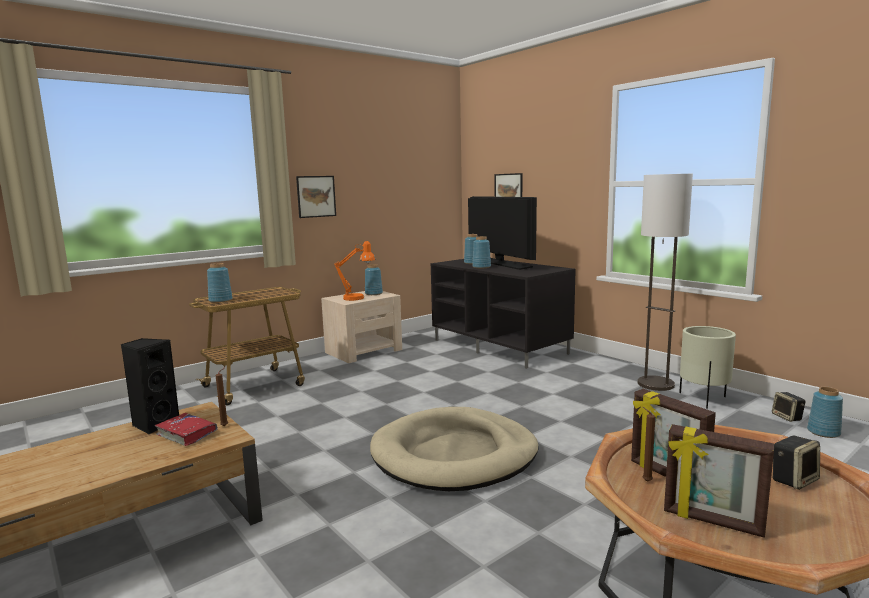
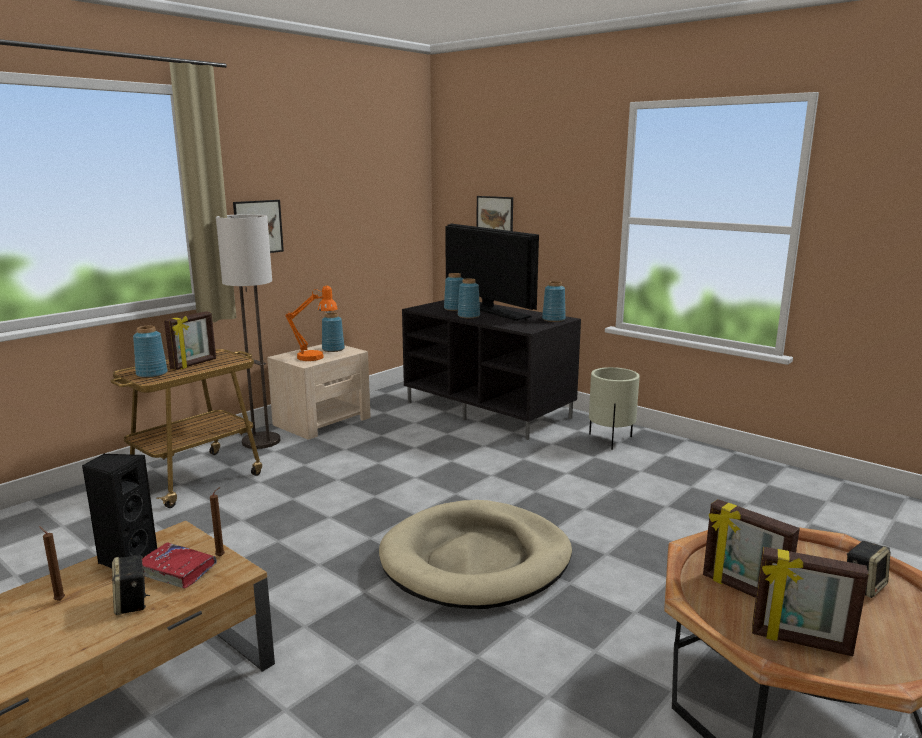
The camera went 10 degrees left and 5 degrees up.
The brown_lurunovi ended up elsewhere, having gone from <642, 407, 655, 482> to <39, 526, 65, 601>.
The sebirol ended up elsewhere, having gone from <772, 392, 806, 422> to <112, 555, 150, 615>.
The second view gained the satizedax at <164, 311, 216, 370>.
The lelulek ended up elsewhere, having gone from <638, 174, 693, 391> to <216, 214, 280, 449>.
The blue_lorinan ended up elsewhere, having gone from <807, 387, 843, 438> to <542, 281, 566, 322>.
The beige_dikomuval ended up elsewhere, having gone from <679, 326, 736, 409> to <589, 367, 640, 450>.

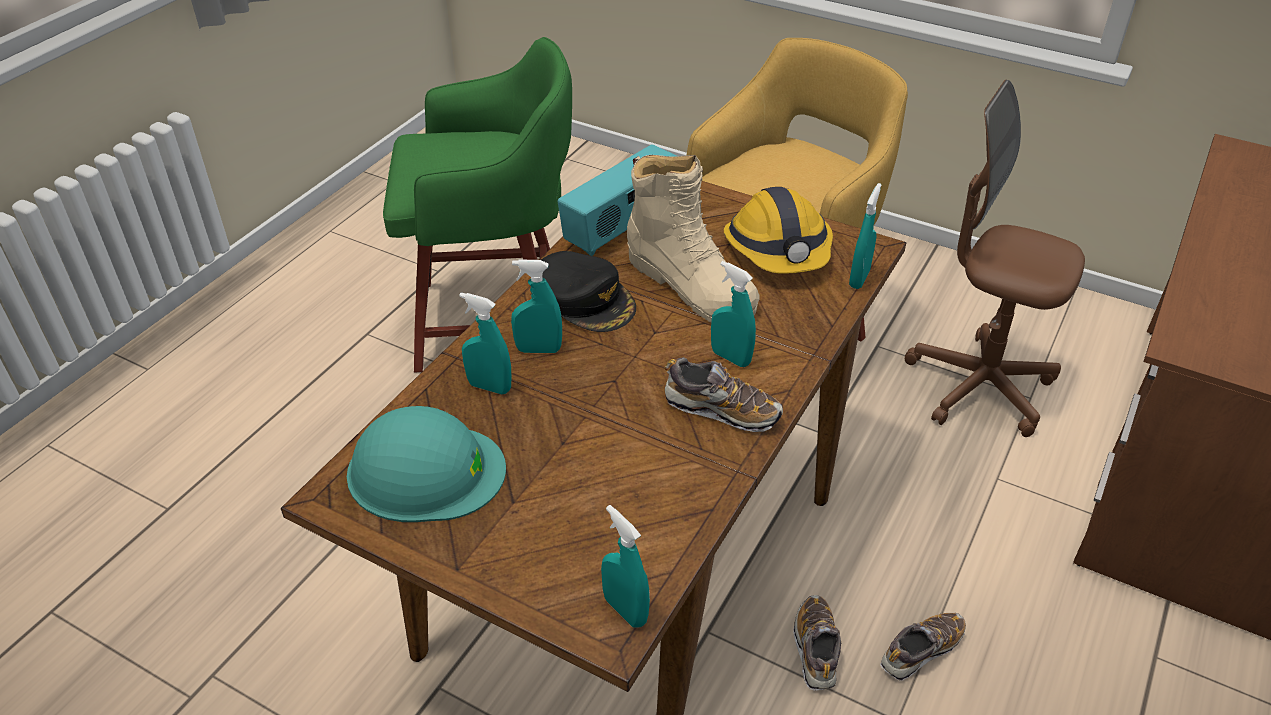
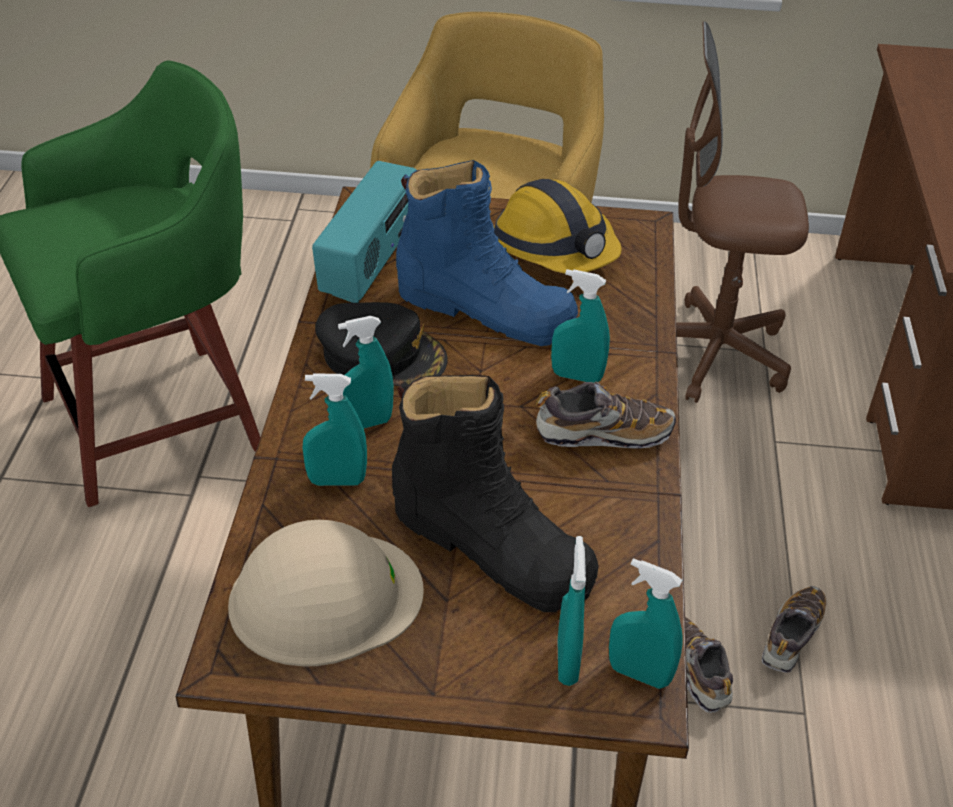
The camera went 25 degrees left and 0 degrees up.
What was the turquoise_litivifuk at <347, 406, 506, 522> turned into the beige_litivifuk at <228, 520, 424, 667>.
The second view gained the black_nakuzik at <392, 375, 599, 612>.
What was the beige_nakuzik at <627, 155, 759, 323> turned into the blue_nakuzik at <396, 160, 578, 346>.
The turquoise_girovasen ended up elsewhere, having gone from <849, 183, 881, 289> to <558, 536, 586, 686>.

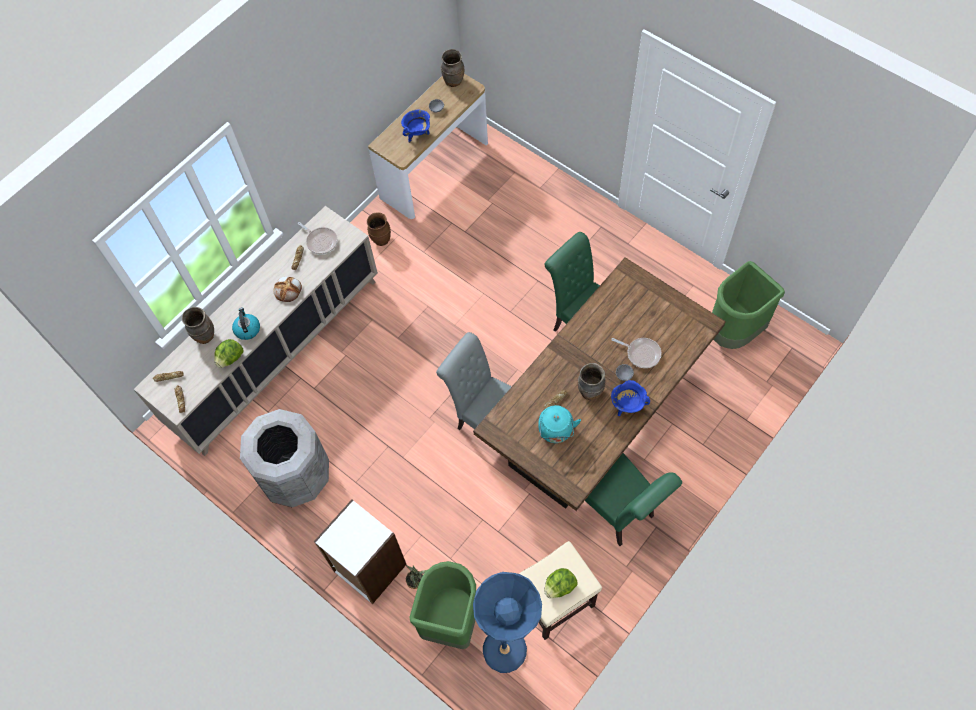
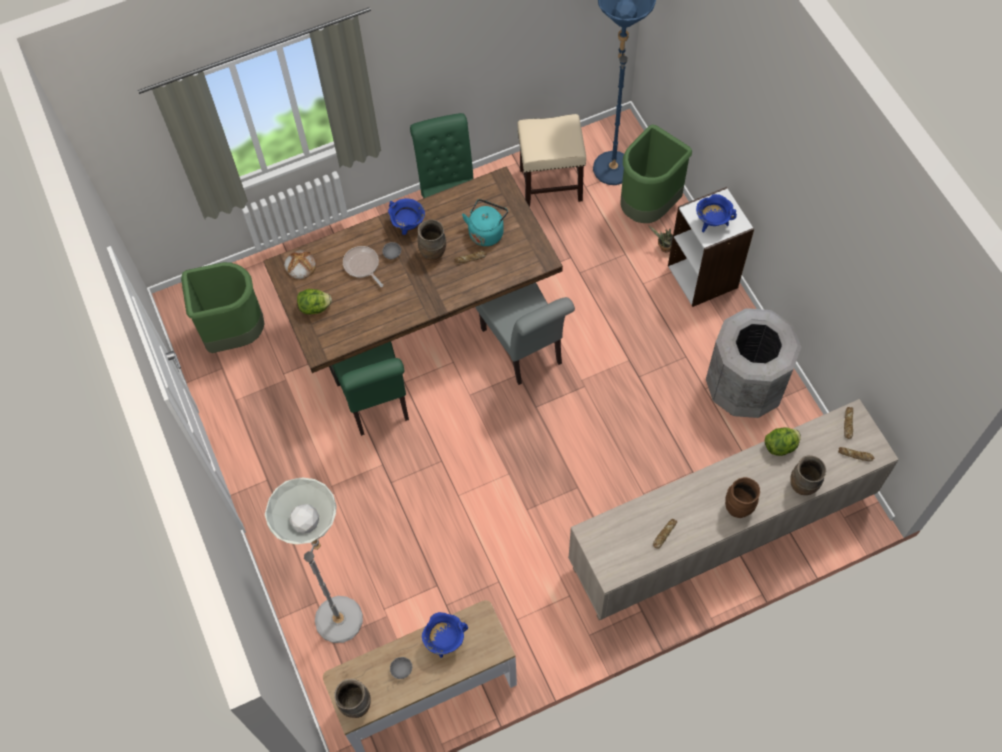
The camera went 155 degrees left and 0 degrees up.
The second view gained the grey_lelulek at <265, 477, 363, 643>.
The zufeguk ended up elsewhere, having gone from <273, 277, 302, 302> to <284, 250, 316, 279>.
The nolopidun ended up elsewhere, having gone from <545, 568, 577, 598> to <297, 289, 332, 314>.
The second view gained the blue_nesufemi at <696, 194, 737, 232>.
The brown_lorinan ended up elsewhere, having gone from <367, 212, 391, 246> to <725, 477, 760, 518>.
The second view lost the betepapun at <232, 307, 260, 340>.
The second view lost the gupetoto at <298, 222, 337, 254>.

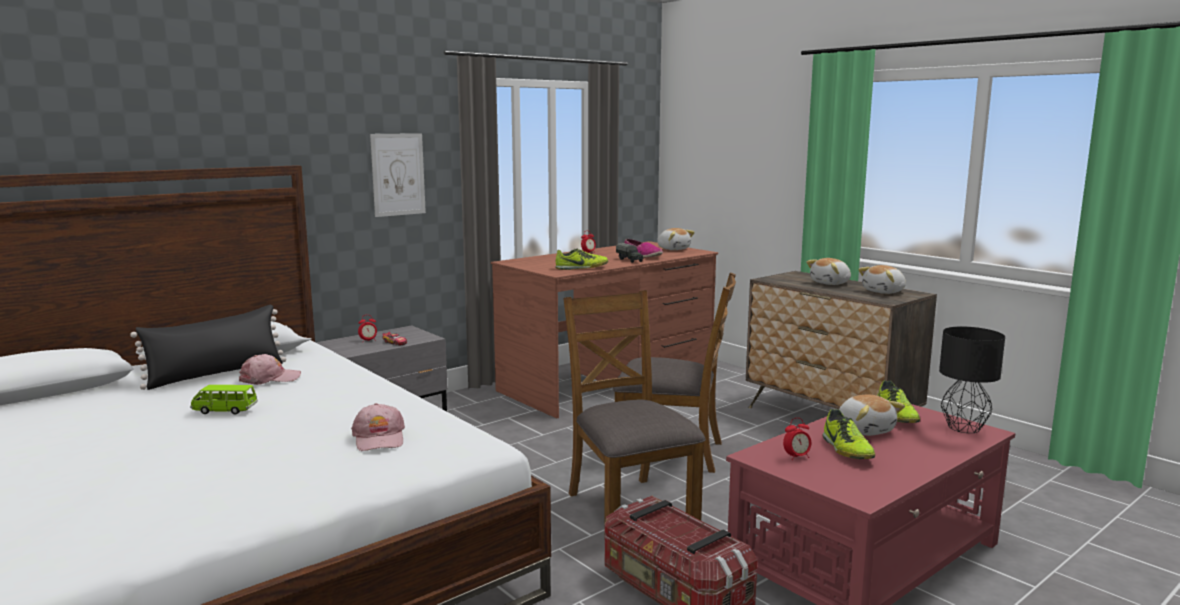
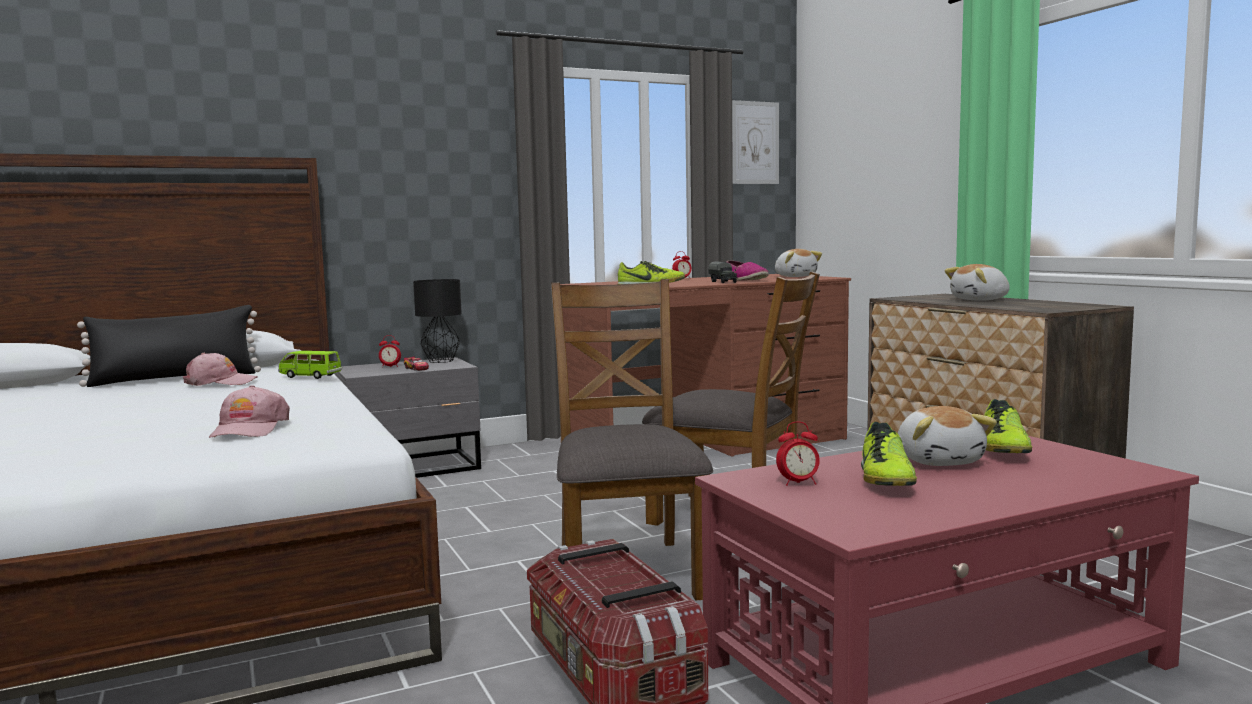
The camera went 15 degrees right and 5 degrees down.
The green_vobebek ended up elsewhere, having gone from <190, 385, 258, 415> to <278, 351, 342, 379>.
The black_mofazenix ended up elsewhere, having gone from <939, 327, 1005, 433> to <413, 279, 462, 363>.
The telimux ended up elsewhere, having gone from <370, 133, 426, 217> to <732, 100, 779, 184>.
The second view lost the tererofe at <858, 265, 906, 294>.

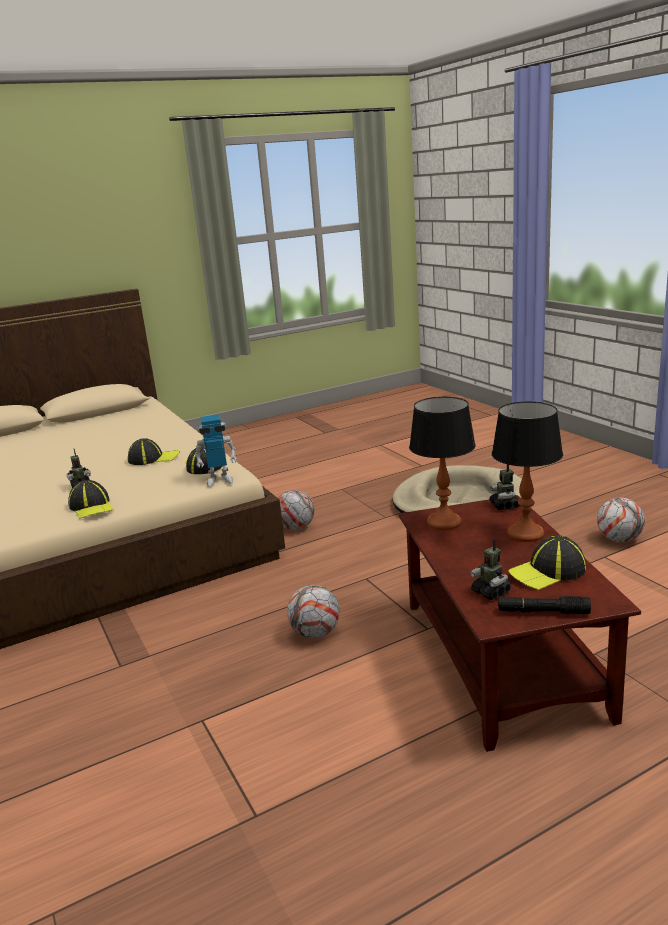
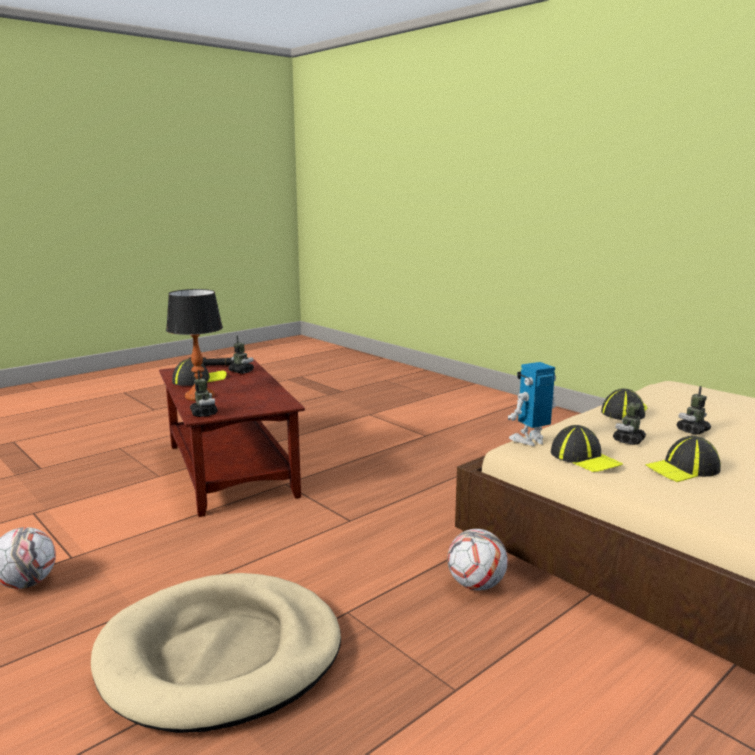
The camera went 165 degrees right and 5 degrees down.
The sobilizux at <68, 480, 114, 519> ended up facing another way, 75 degrees clockwise from before.
The second view gained the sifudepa at <613, 394, 646, 445>.
The second view lost the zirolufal at <287, 585, 340, 638>.
The second view lost the mofazenix at <409, 397, 476, 530>.

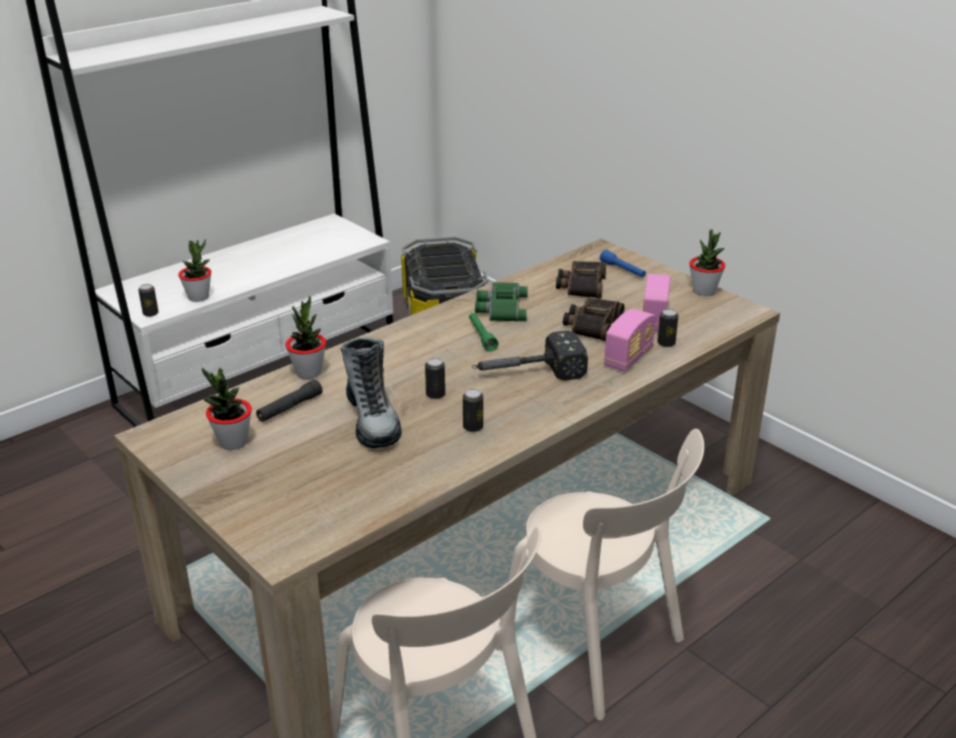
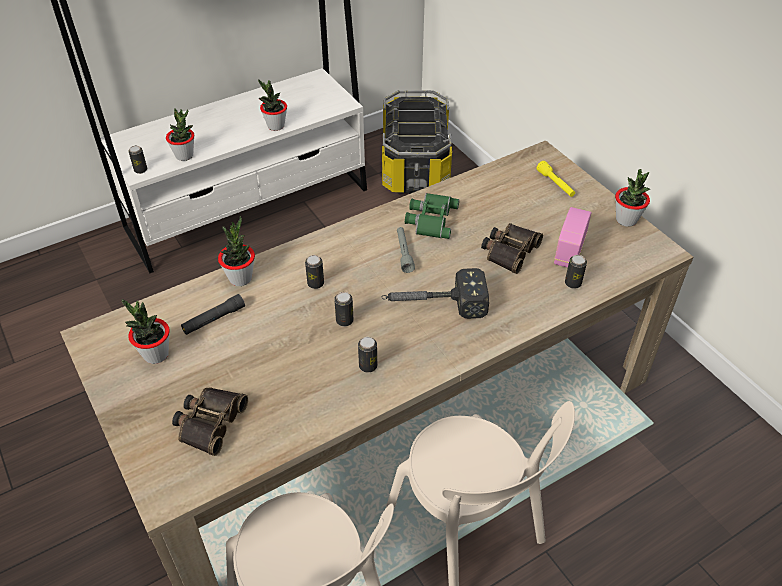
The camera went 10 degrees right and 15 degrees up.
The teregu ended up elsewhere, having gone from <556, 261, 606, 299> to <172, 387, 248, 456>.
The second view gained the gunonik at <258, 79, 287, 131>.
The second view gained the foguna at <305, 255, 324, 289>.
What was the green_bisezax at <469, 313, 498, 351> turned into the grey_bisezax at <397, 227, 415, 273>.
What was the blue_bisezax at <600, 250, 646, 278> turned into the yellow_bisezax at <537, 161, 575, 197>.
The second view lost the nakuzik at <341, 337, 402, 448>.
The second view lost the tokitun at <604, 309, 656, 371>.

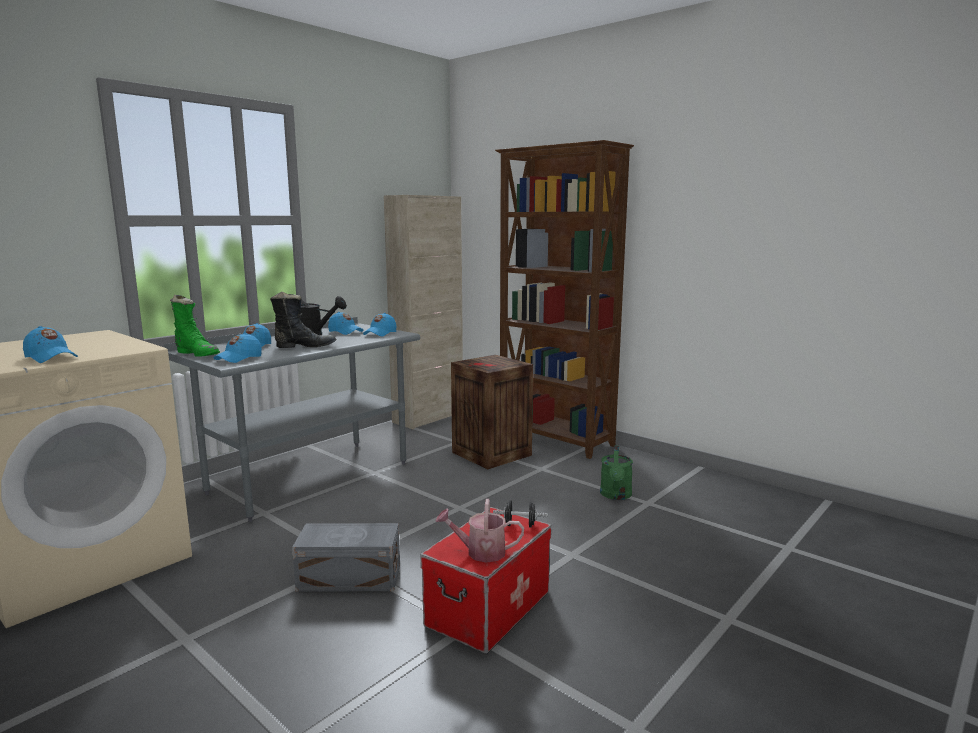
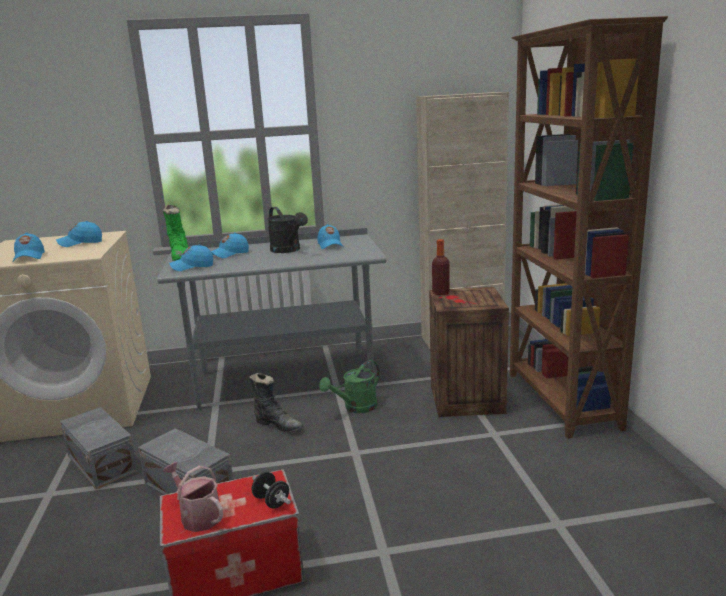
The camera went 40 degrees right and 5 degrees up.
The blue_sobilizux ended up elsewhere, having gone from <363, 313, 396, 337> to <56, 221, 102, 247>.
The second view gained the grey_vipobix at <60, 407, 138, 489>.
The black_nakuzik ended up elsewhere, having gone from <270, 292, 336, 348> to <249, 373, 303, 432>.
The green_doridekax ended up elsewhere, having gone from <600, 445, 633, 500> to <319, 360, 380, 413>.
The second view gained the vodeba at <432, 239, 450, 295>.

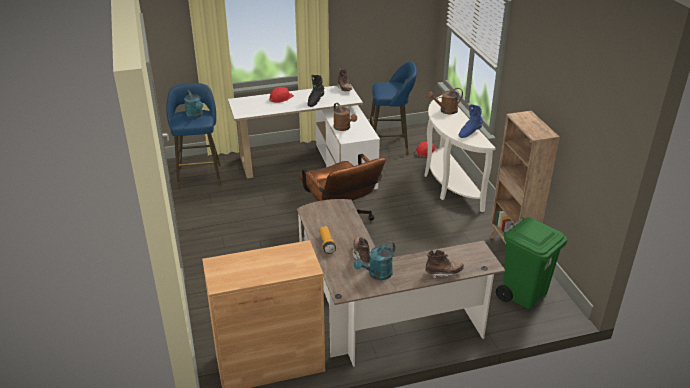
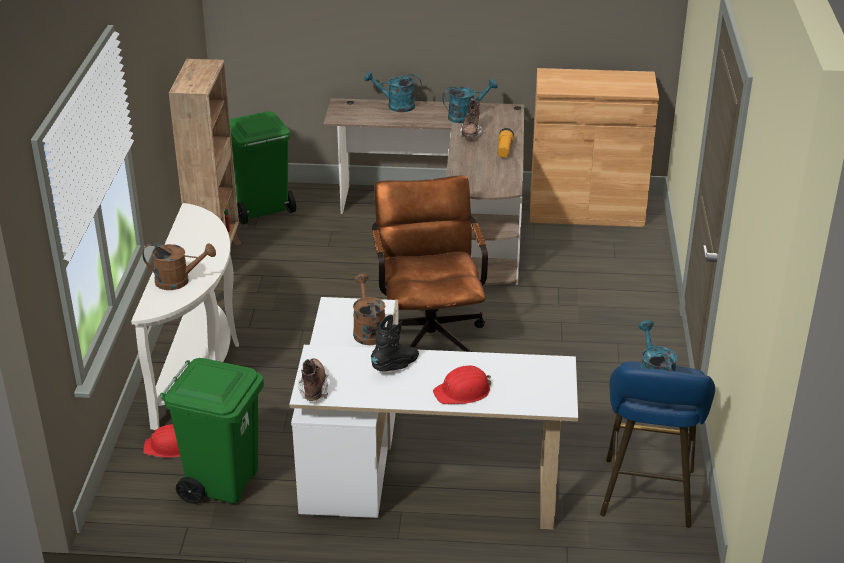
The camera went 160 degrees left and 0 degrees up.
Where the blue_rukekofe stood at <370, 62, 417, 155>, the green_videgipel came to stand at <160, 358, 264, 504>.
Where the brown_nakuzik stood at <425, 250, 464, 279>, the turquoise_doridekax came to stand at <364, 71, 422, 112>.
The second view lost the blue_nakuzik at <458, 104, 483, 138>.

